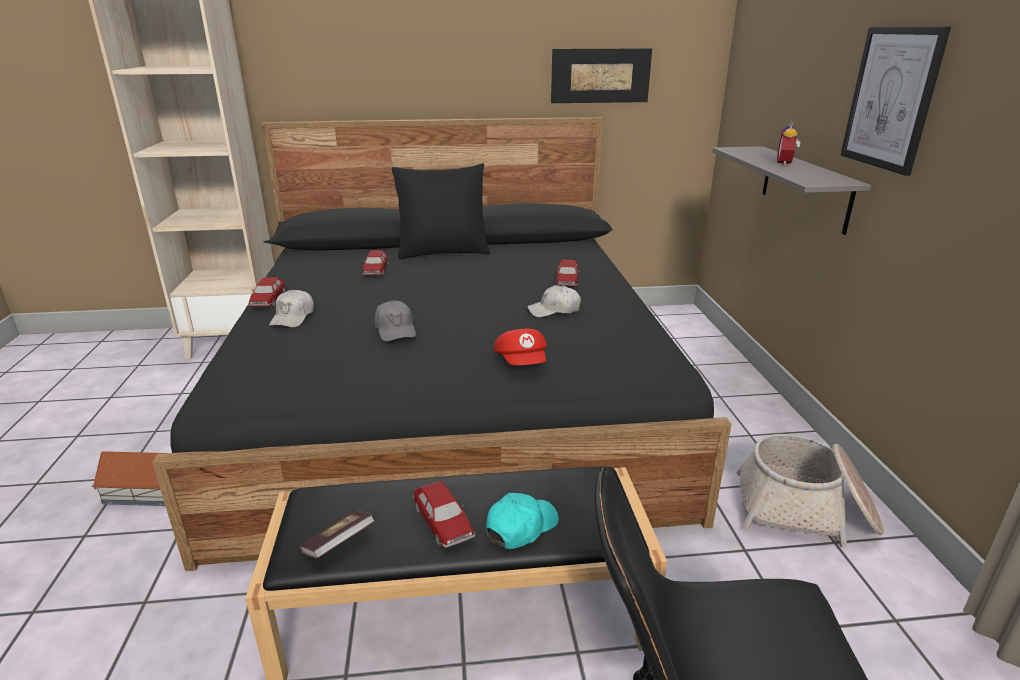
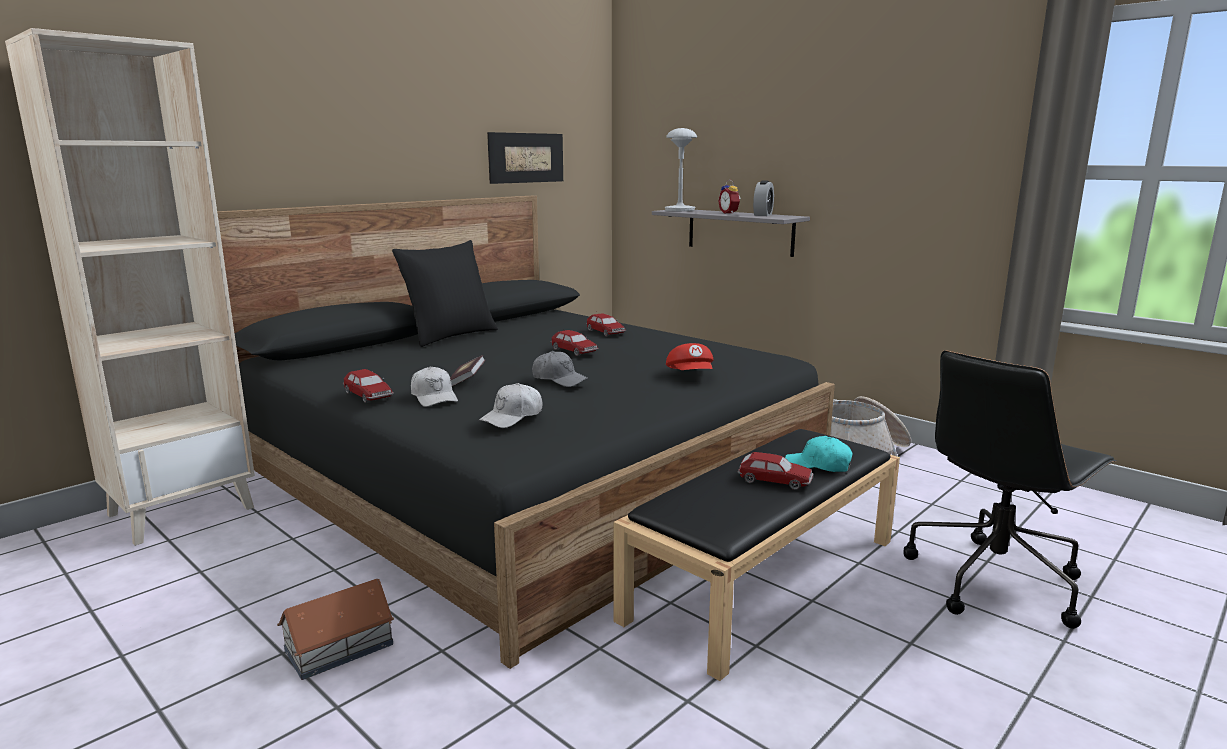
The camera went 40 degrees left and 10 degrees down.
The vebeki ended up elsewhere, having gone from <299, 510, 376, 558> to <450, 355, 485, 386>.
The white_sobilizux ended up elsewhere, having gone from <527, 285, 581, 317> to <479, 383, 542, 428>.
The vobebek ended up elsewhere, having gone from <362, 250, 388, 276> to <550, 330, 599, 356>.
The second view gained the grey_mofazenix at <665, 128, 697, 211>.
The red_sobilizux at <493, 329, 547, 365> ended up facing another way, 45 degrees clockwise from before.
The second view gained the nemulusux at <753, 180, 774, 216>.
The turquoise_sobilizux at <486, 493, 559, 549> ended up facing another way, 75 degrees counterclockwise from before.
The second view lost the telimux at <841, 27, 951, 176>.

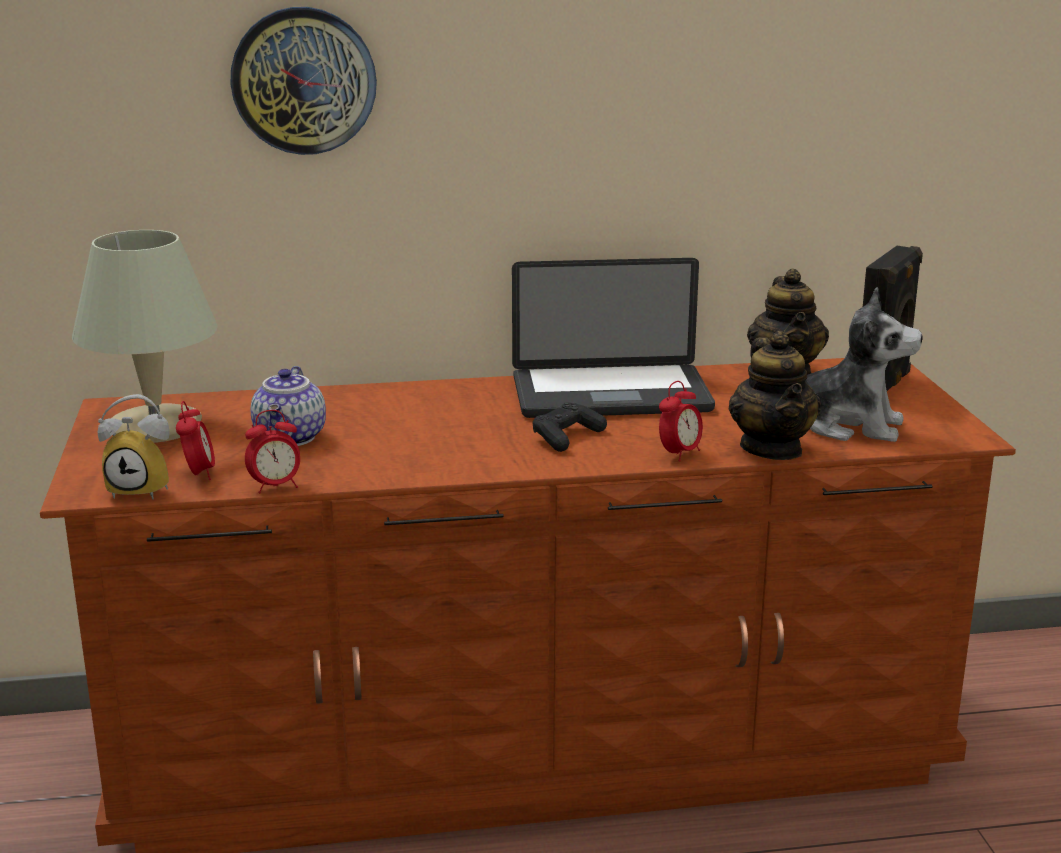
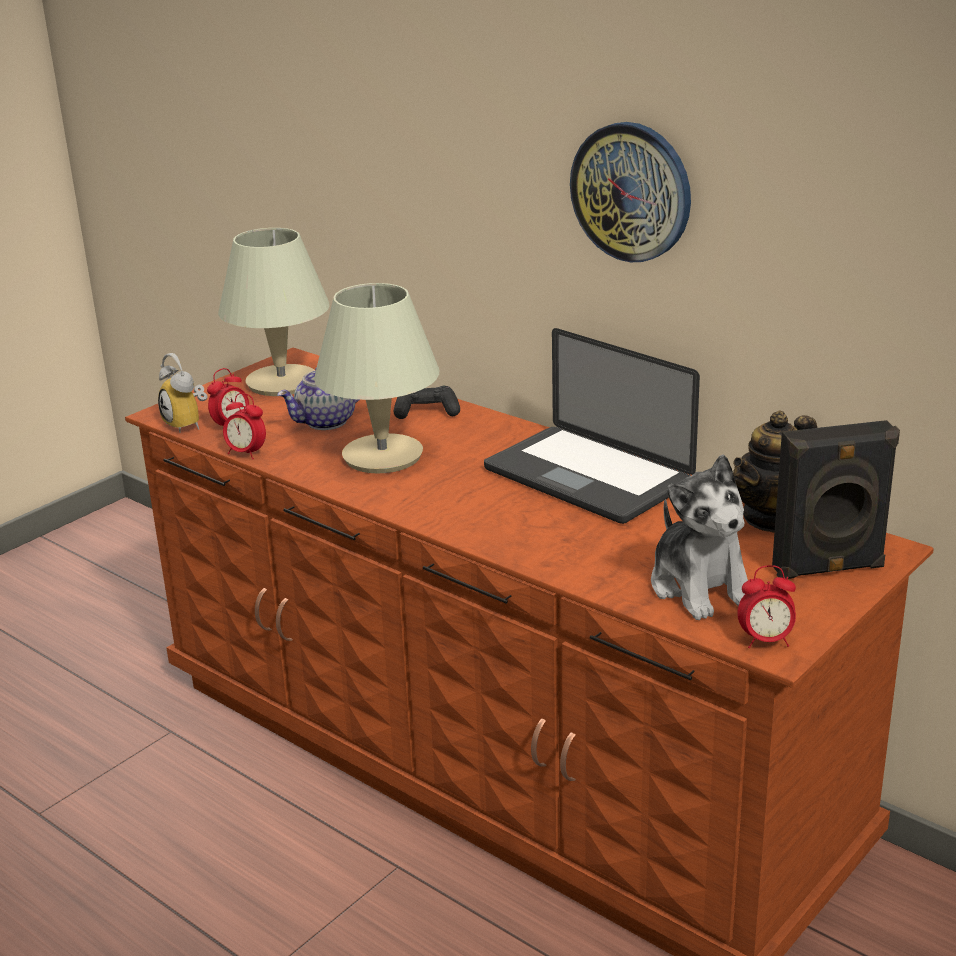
The camera went 50 degrees right and 5 degrees up.
The second view gained the beige_mofazenix at <314, 283, 439, 473>.
The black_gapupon ended up elsewhere, having gone from <533, 402, 607, 452> to <394, 385, 460, 419>.
The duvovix ended up elsewhere, having gone from <231, 7, 377, 155> to <570, 122, 691, 262>.
The nemulusux ended up elsewhere, having gone from <659, 381, 703, 462> to <737, 565, 796, 649>.
The second view lost the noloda at <729, 331, 821, 460>.

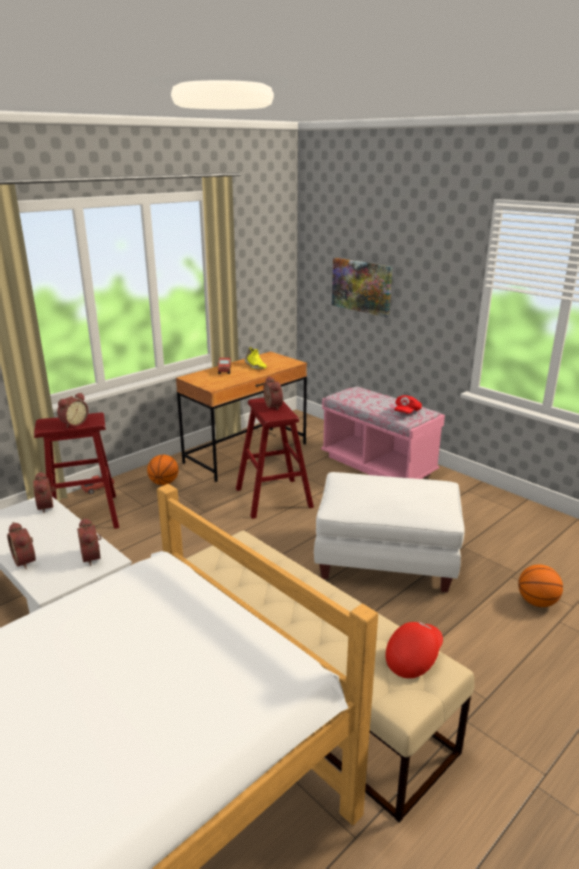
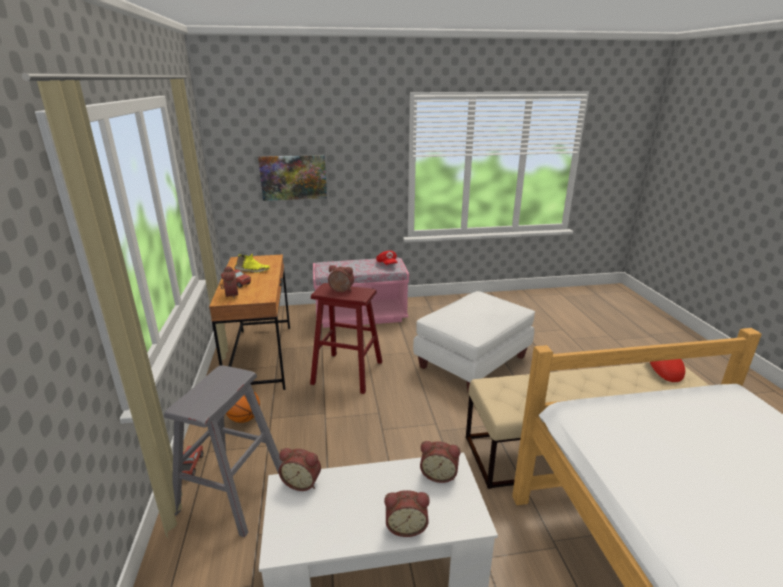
The camera went 55 degrees left and 0 degrees up.
What was the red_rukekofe at <34, 412, 119, 529> turned into the grey_rukekofe at <164, 365, 282, 537>.
The nemulusux ended up elsewhere, having gone from <57, 393, 88, 428> to <221, 266, 238, 298>.
The second view lost the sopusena at <518, 564, 563, 607>.

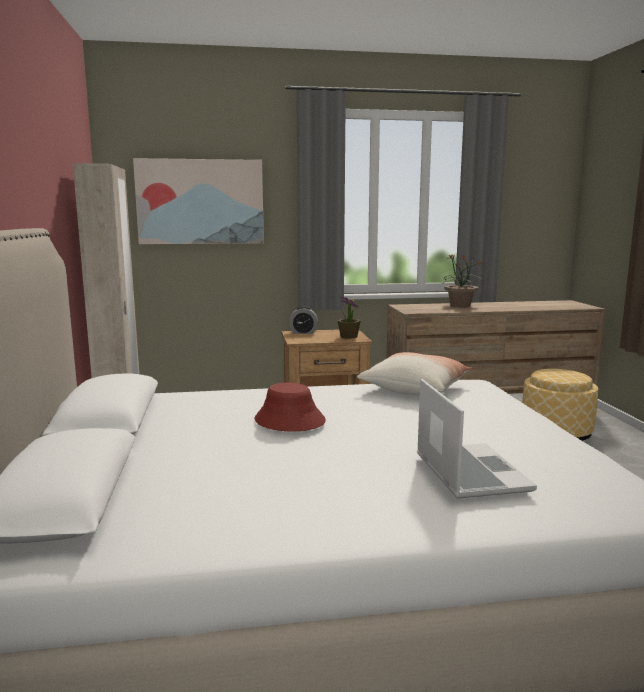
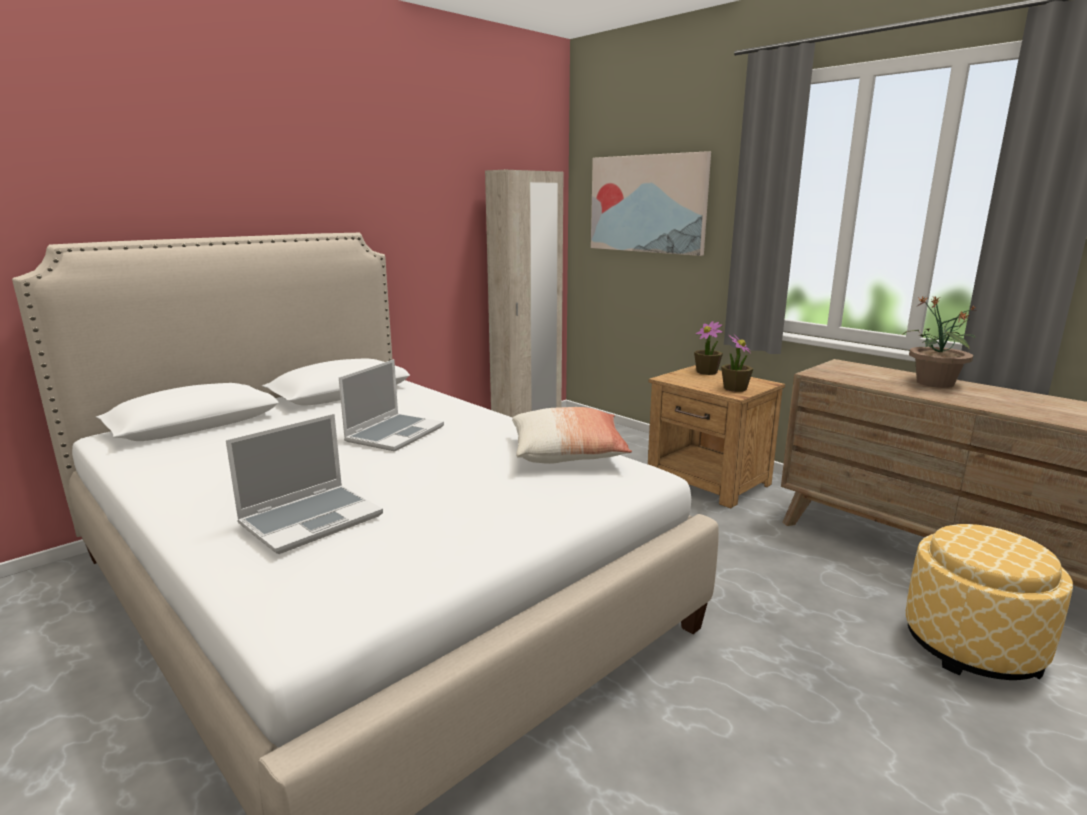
The camera went 55 degrees right and 5 degrees up.
Where the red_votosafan stood at <255, 383, 326, 431>, the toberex came to stand at <339, 359, 444, 452>.
Where the nemulusux stood at <289, 306, 318, 334>, the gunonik came to stand at <694, 321, 723, 375>.

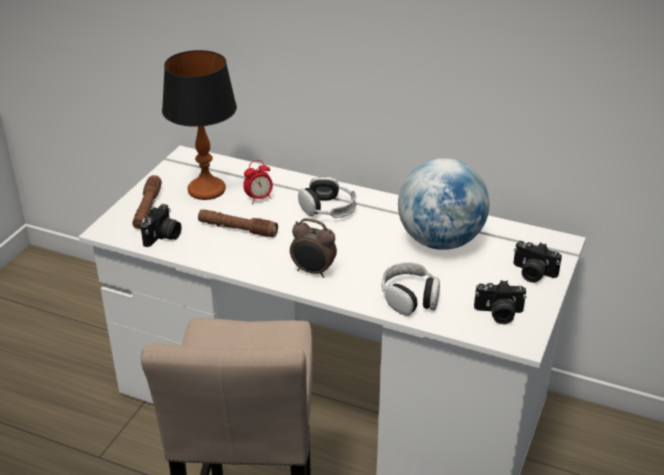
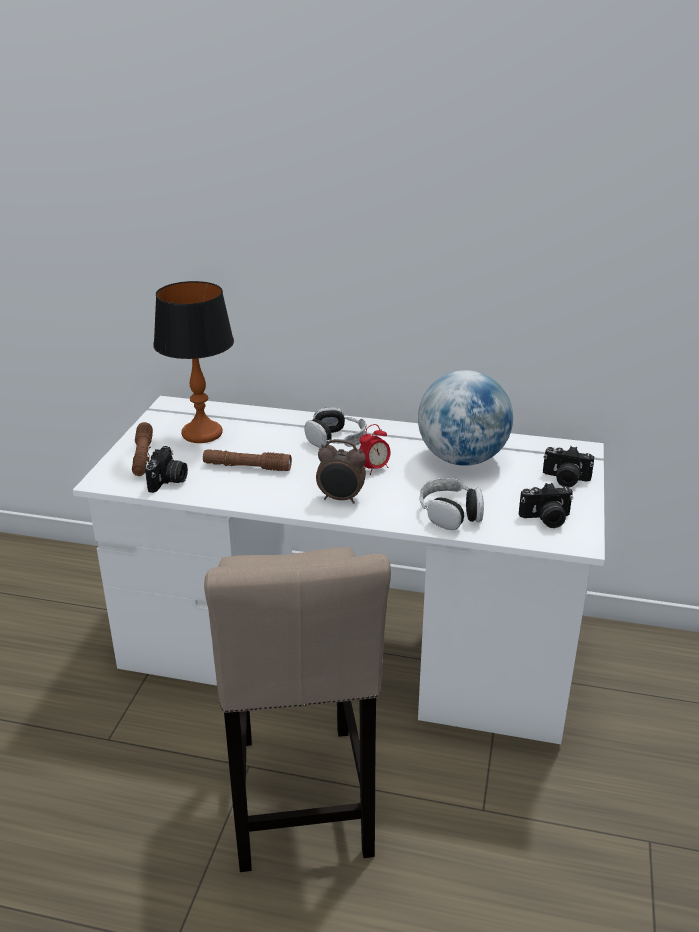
The camera went 10 degrees left and 5 degrees down.
The nemulusux ended up elsewhere, having gone from <243, 160, 273, 204> to <359, 424, 391, 475>.

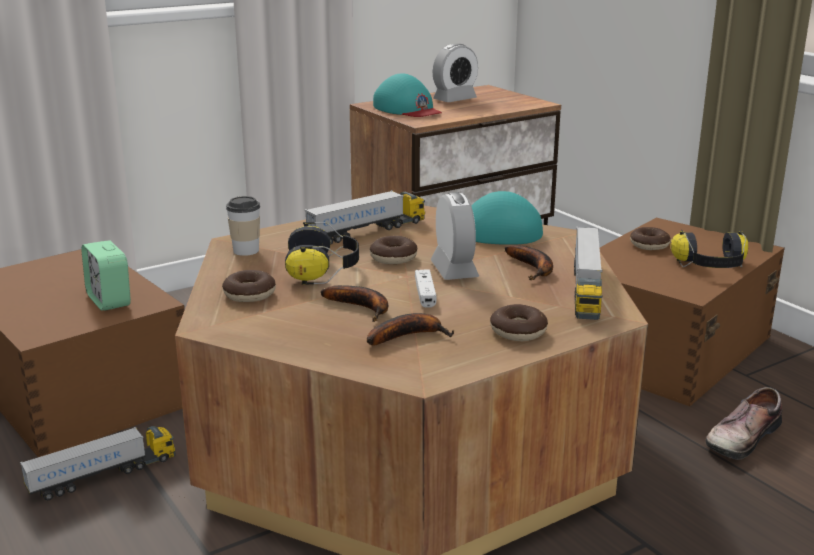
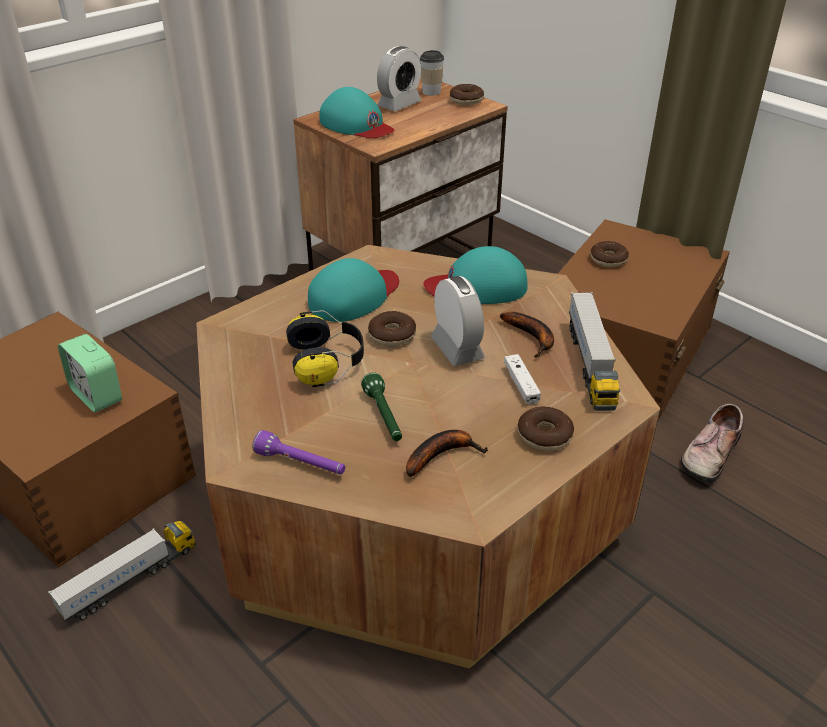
The camera went 10 degrees left and 15 degrees up.
The second view gained the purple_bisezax at <252, 430, 345, 474>.
Where the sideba stood at <305, 190, 425, 245>, the turquoise_sobilizux came to stand at <308, 258, 399, 322>.
Where the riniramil stood at <320, 285, 388, 322>, the green_bisezax came to stand at <361, 372, 402, 441>.
The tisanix ended up elsewhere, having gone from <226, 196, 260, 256> to <420, 50, 444, 96>.
The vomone ended up elsewhere, having gone from <222, 270, 276, 302> to <450, 84, 484, 105>.
The white_gapupon ended up elsewhere, having gone from <415, 269, 437, 308> to <504, 354, 541, 404>.
The second view lost the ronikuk at <670, 230, 748, 268>.

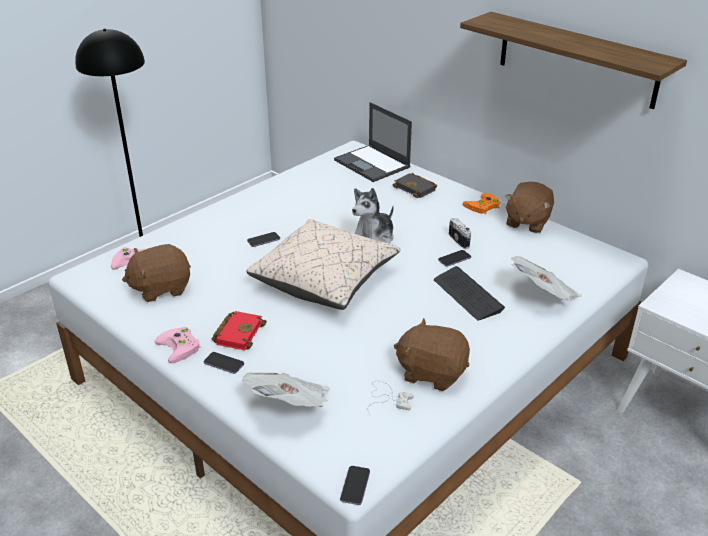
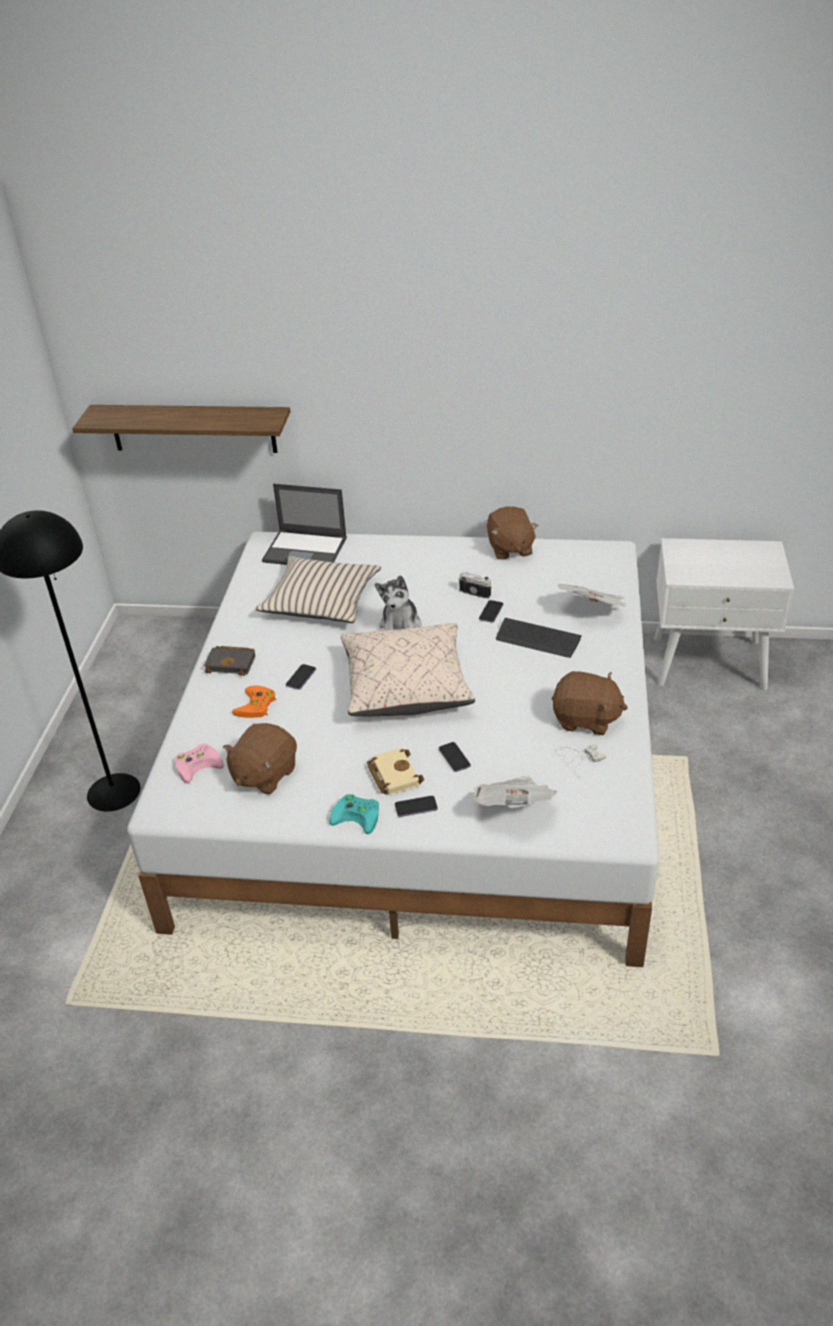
The camera went 35 degrees left and 5 degrees up.
The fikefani ended up elsewhere, having gone from <460, 12, 687, 109> to <72, 405, 290, 453>.
The black_vebeki ended up elsewhere, having gone from <393, 173, 437, 198> to <204, 646, 256, 676>.
The orange_gapupon ended up elsewhere, having gone from <463, 193, 501, 214> to <232, 685, 276, 718>.
The second view gained the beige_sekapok at <255, 556, 381, 623>.
What was the pink_gapupon at <155, 327, 201, 363> turned into the turquoise_gapupon at <329, 794, 379, 834>.
What was the red_vebeki at <212, 311, 267, 350> turned into the beige_vebeki at <367, 748, 424, 795>.
The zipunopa ended up elsewhere, having gone from <340, 466, 370, 505> to <439, 742, 471, 772>.
The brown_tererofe at <394, 318, 470, 391> ended up facing another way, 150 degrees counterclockwise from before.

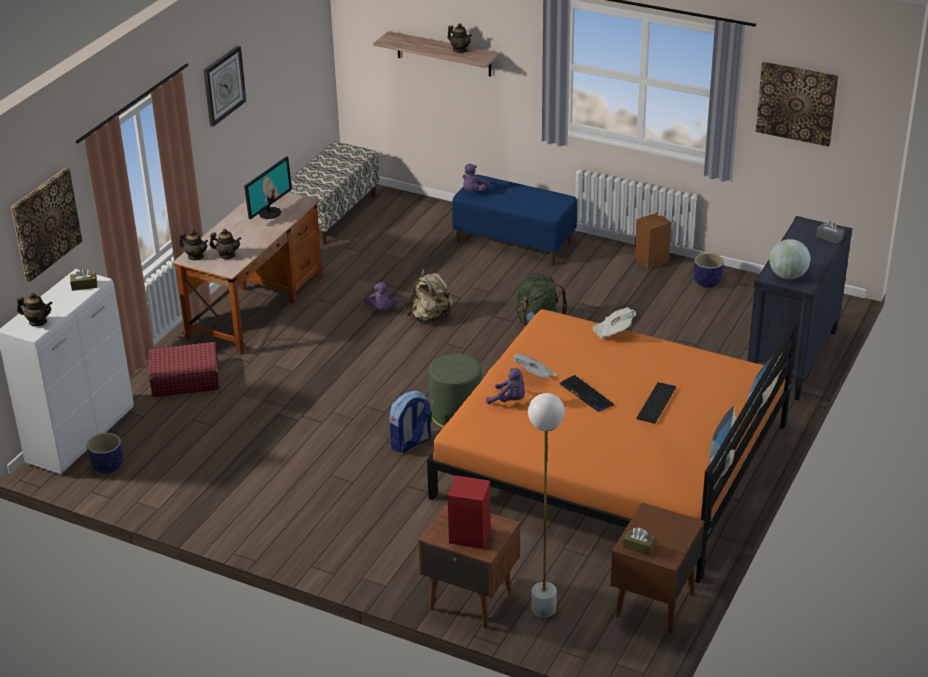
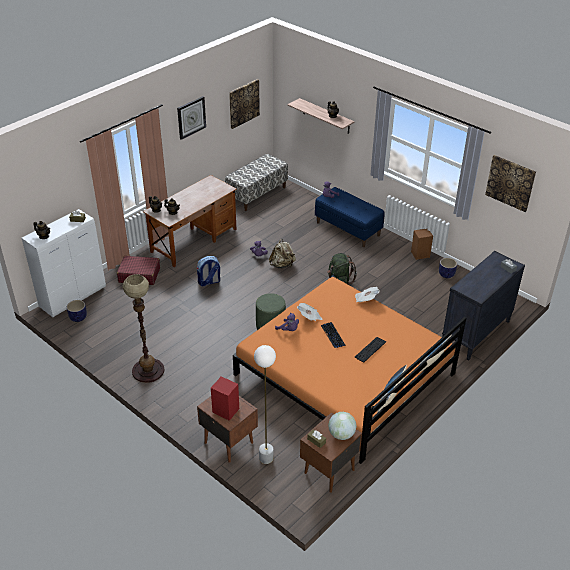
The camera went 15 degrees right and 5 degrees up.
The second view gained the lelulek at <123, 274, 164, 383>.
The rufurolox ended up elsewhere, having gone from <389, 391, 431, 453> to <197, 256, 220, 286>.
The telimux ended up elsewhere, having gone from <11, 168, 82, 282> to <229, 79, 260, 129>.
The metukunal ended up elsewhere, having gone from <769, 239, 810, 279> to <328, 412, 357, 440>.
The second view lost the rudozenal at <244, 156, 292, 219>.

